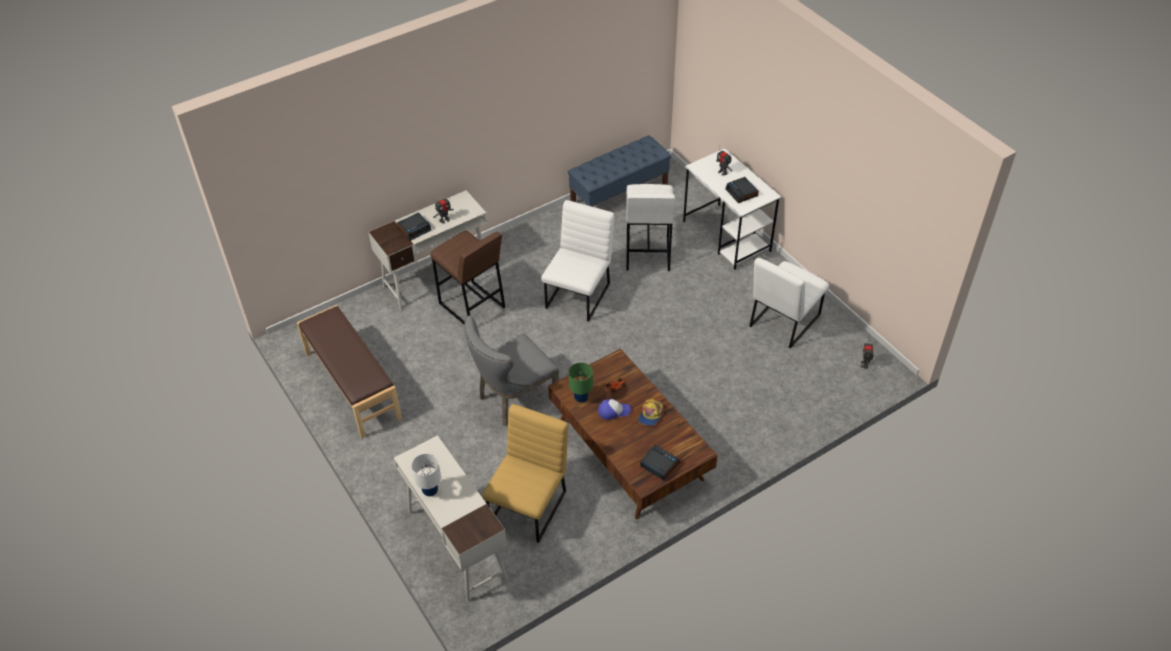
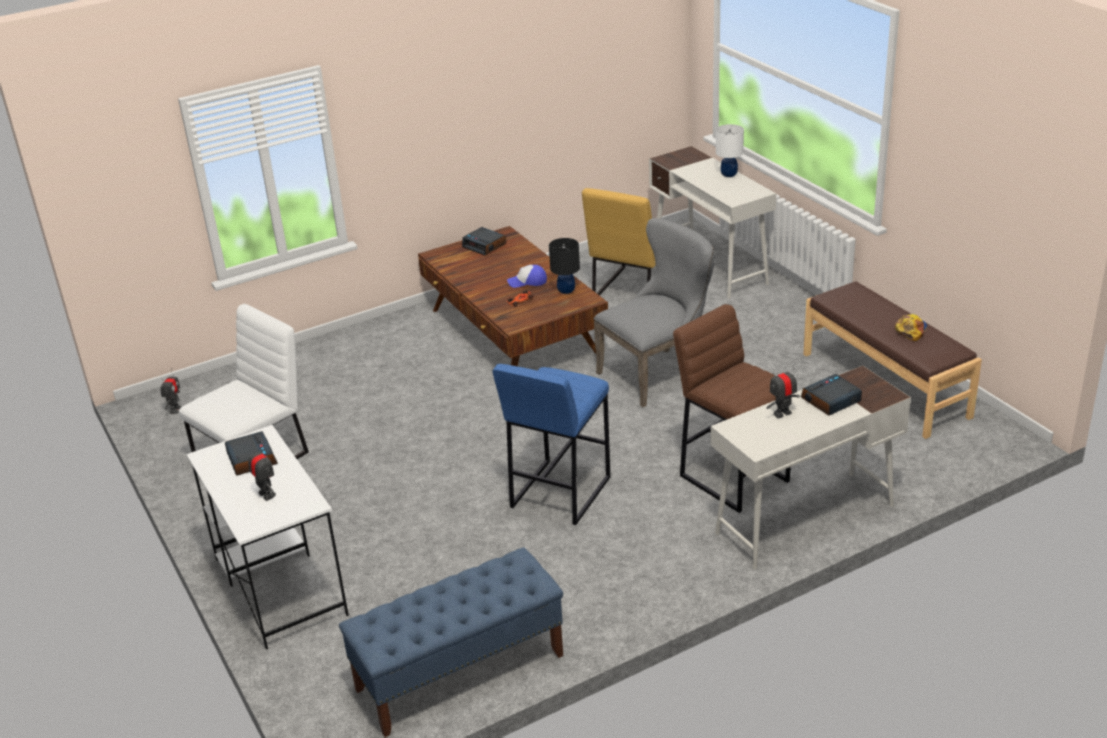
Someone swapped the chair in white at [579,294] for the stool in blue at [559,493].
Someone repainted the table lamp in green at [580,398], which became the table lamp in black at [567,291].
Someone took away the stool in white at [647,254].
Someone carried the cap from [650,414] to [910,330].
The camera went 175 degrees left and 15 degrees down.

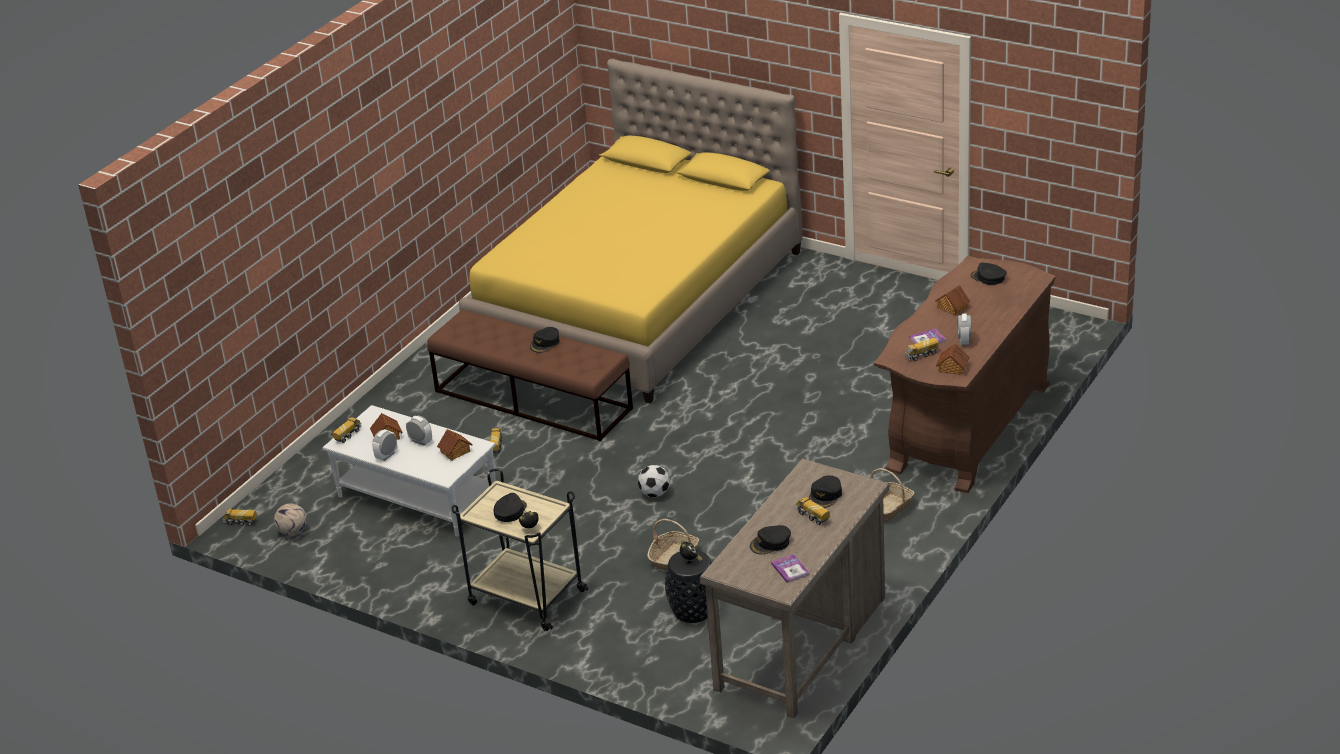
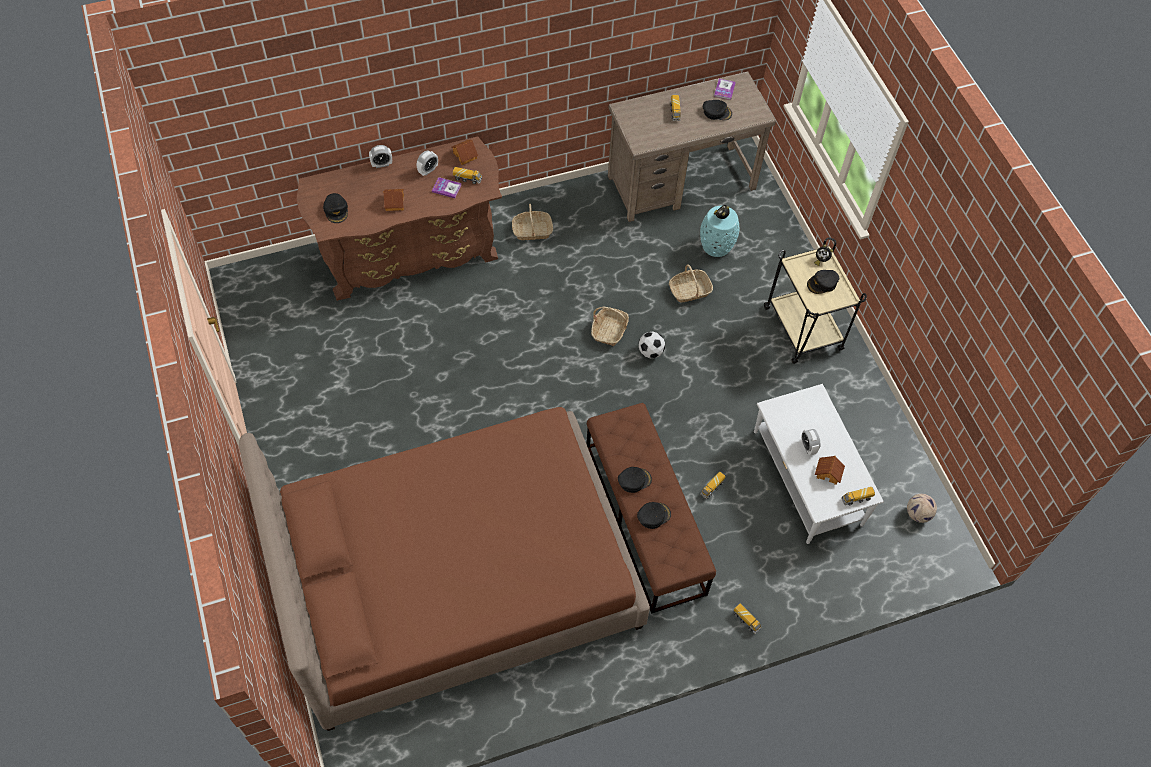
Someone carried the toy truck from [240,522] to [746,620].
Someone carried the alarm clock from [386,455] to [382,164].
Someone took away the toy house at [455,452].
Someone repainted the bed in yellow at [639,300], which became the bed in brown at [456,576].
Someone repainted the stool in black at [693,610], which became the stool in turquoise at [716,246].
Someone carried the cap in black from [825,495] to [653,515].
Someone put down the basket at [609,330].
The camera went 145 degrees left and 25 degrees up.

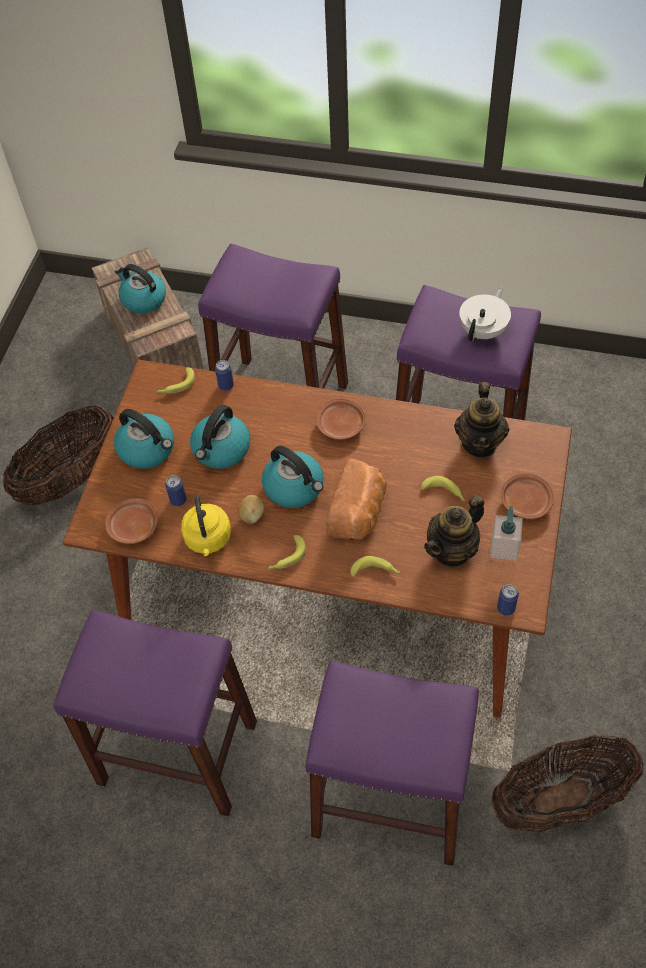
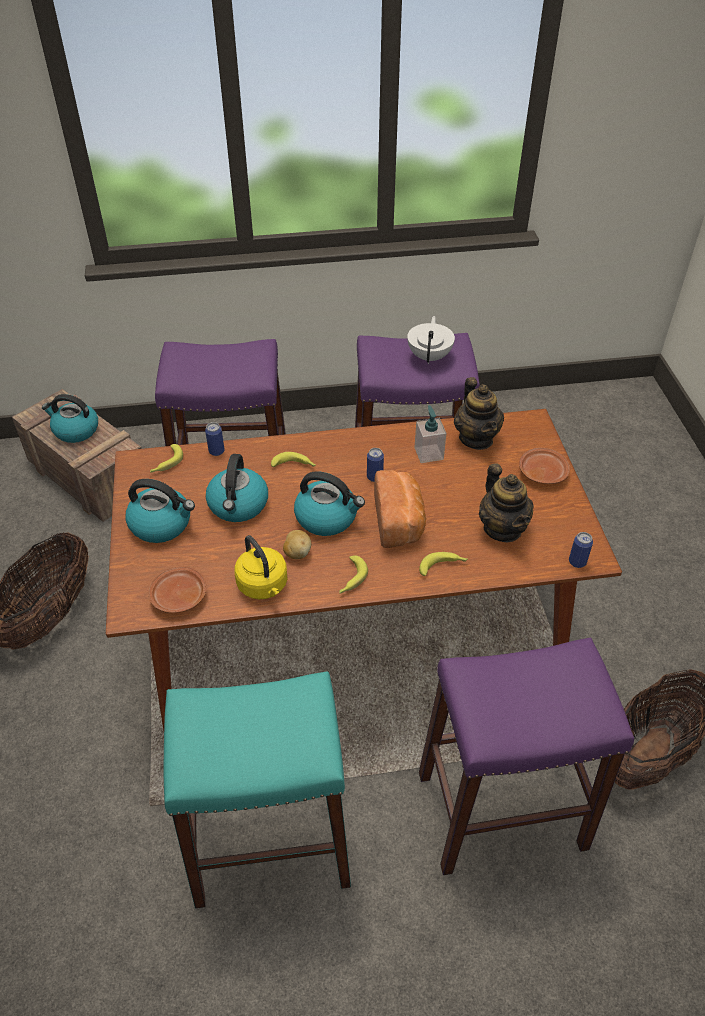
Someone repainted the stool in purple at [177,752], which became the stool in turquoise at [269,842].
Someone carried the can from [178,500] to [374,477].
Someone took away the plate in brown at [341,425].
Someone carried the banana from [444,493] to [294,465].
Someone rotated the teapot at [452,550] by 45 degrees counterclockwise.
Someone carried the soap dispenser from [504,547] to [428,453].
The camera went 25 degrees left and 10 degrees down.

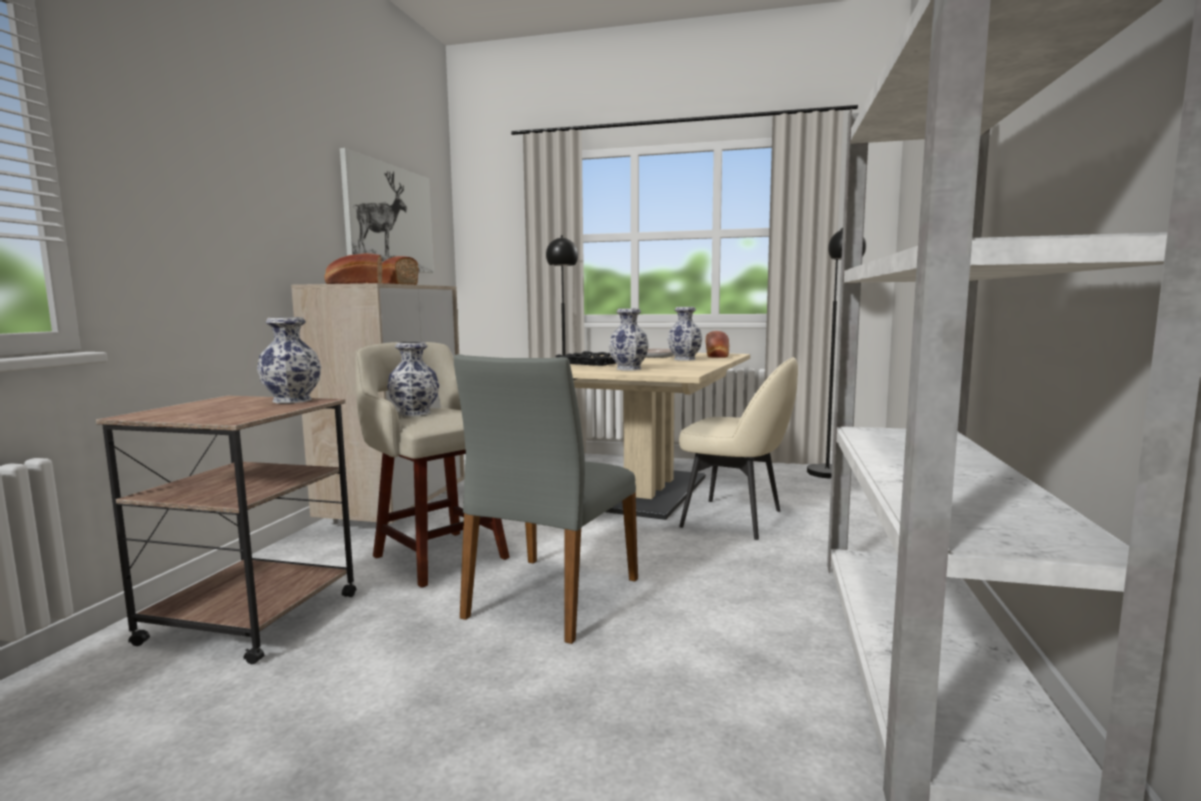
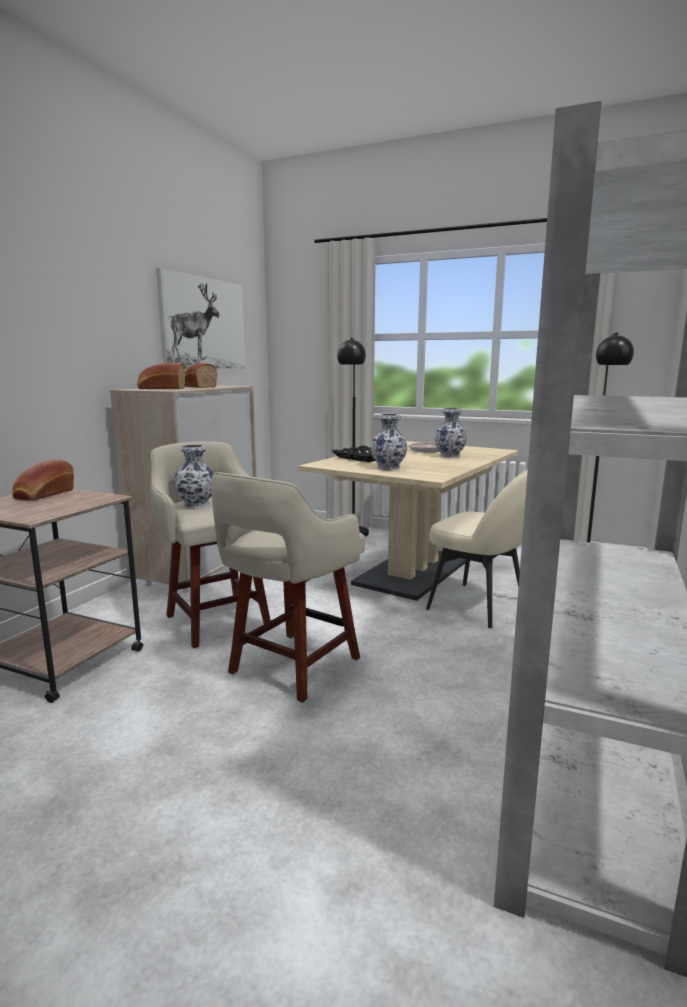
Someone took away the vase at [293,400].
Someone swapped the chair in grey at [550,597] for the stool in beige at [291,668].
Someone carried the bread from [717,356] to [43,495].
The camera went 10 degrees right and 5 degrees up.

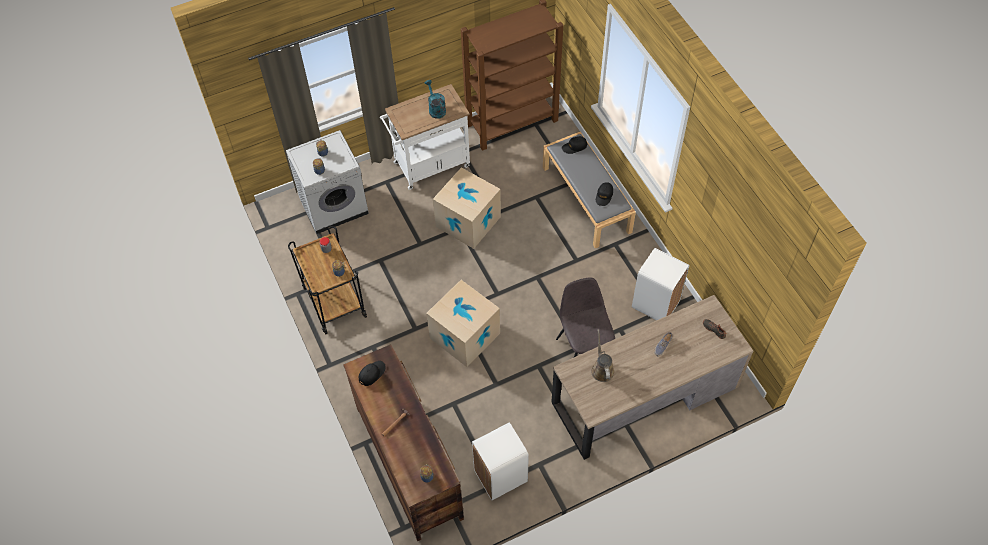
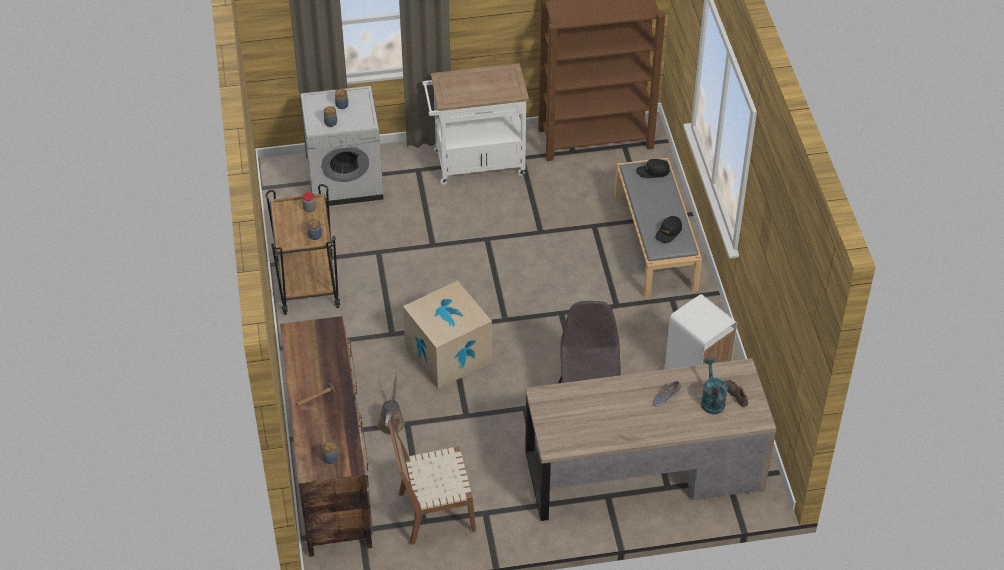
Someone took away the cap in black at [372,374].
Someone carried the watering can in turquoise from [435,109] to [711,399].
Someone took away the cardboard box at [468,221].
Someone swapped the trash can in white at [500,476] for the chair at [432,513].
Someone carried the watering can in brown from [602,369] to [391,421].
The camera went 15 degrees right and 10 degrees down.

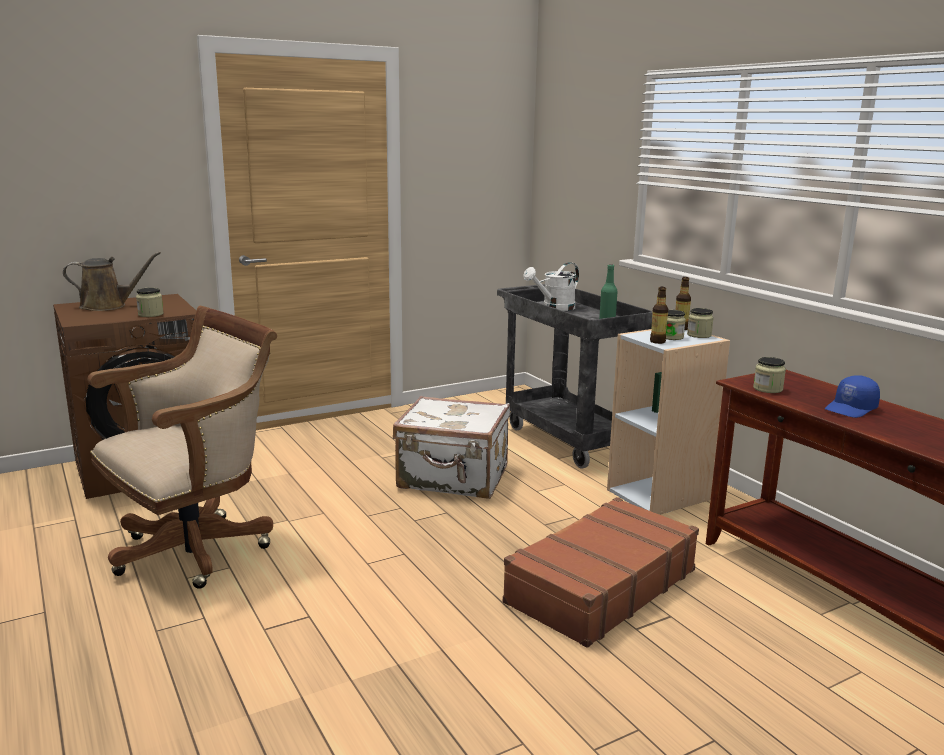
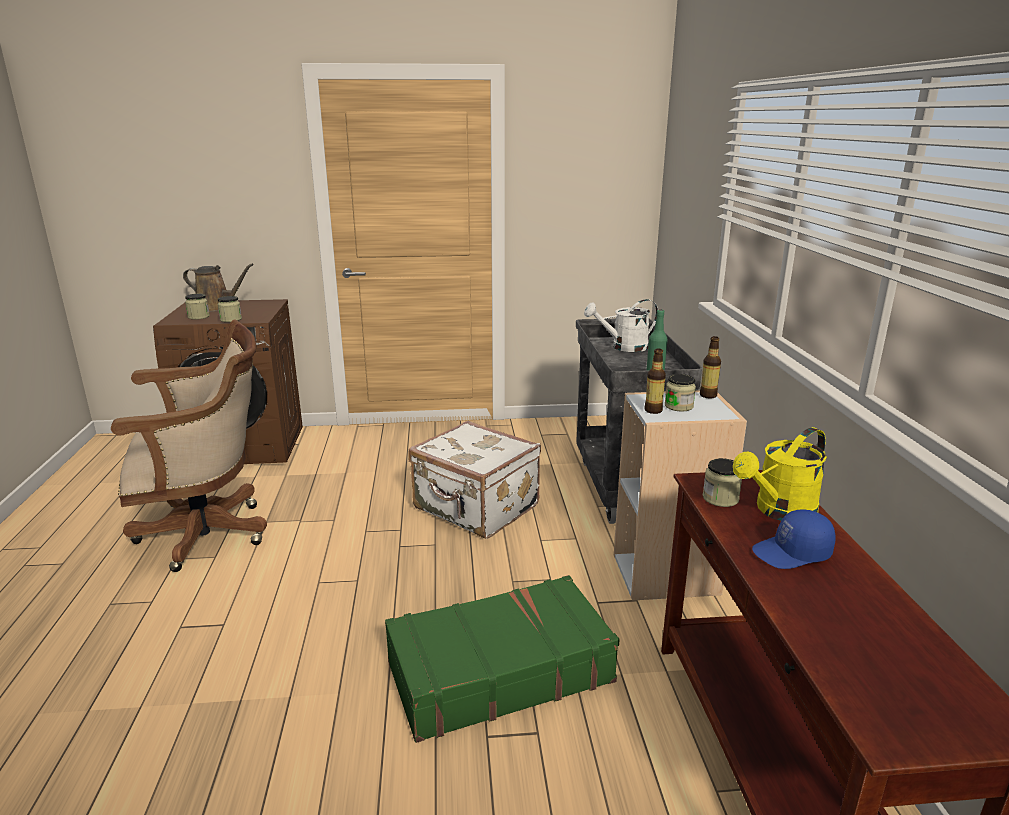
Someone repainted the suitcase in brown at [600,586], which became the suitcase in green at [498,671].
Someone carried the jar from [699,335] to [198,317].
Someone put down the watering can in yellow at [779,511].
The camera went 25 degrees right and 5 degrees up.

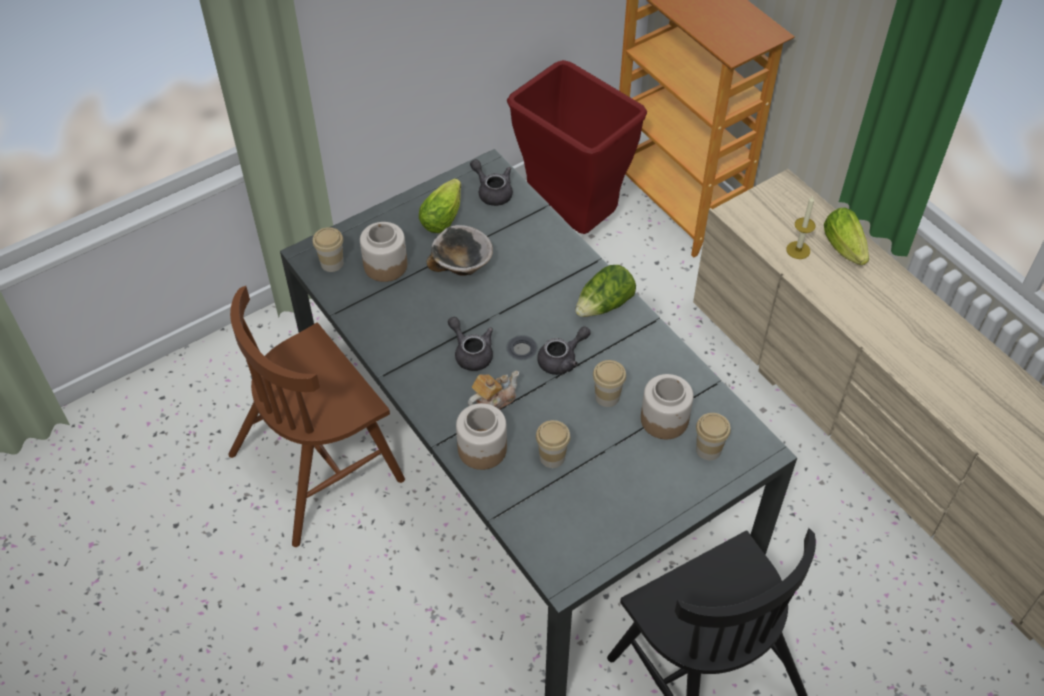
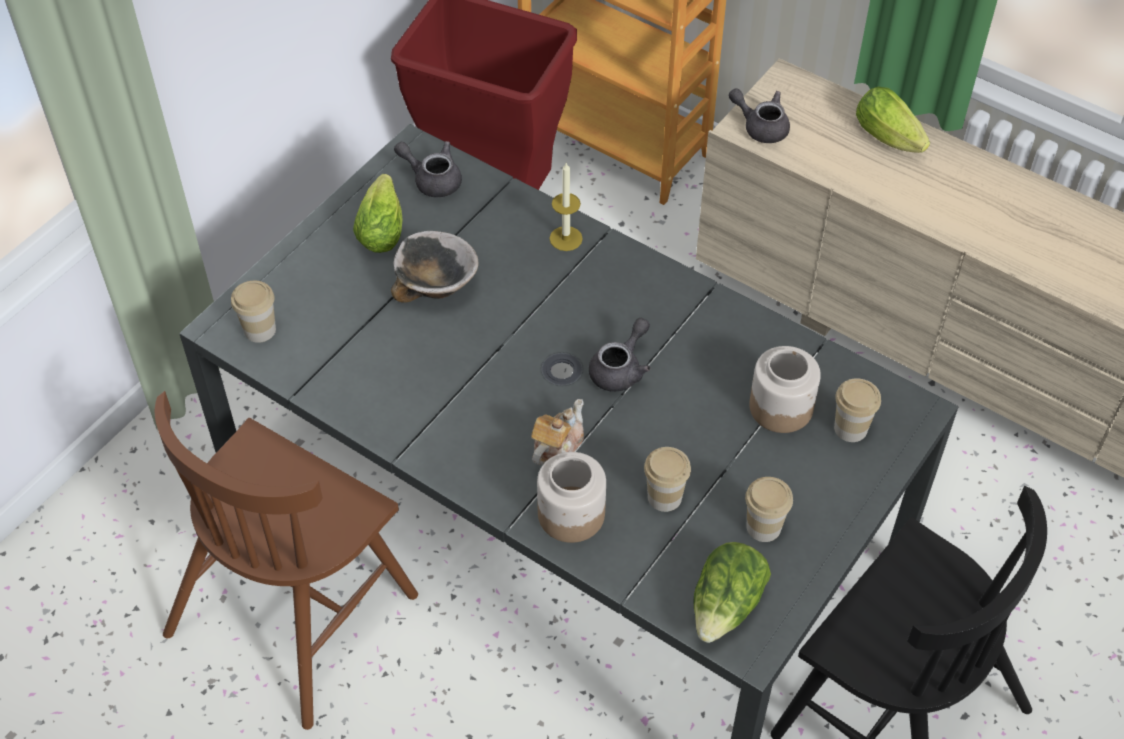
Someone took away the jar at [385,265].
Someone carried the teapot in grey from [471,353] to [760,127].
Someone carried the lettuce from [604,305] to [726,606].
Someone carried the cup from [607,396] to [763,527].
Someone carried the candle from [798,250] to [566,238].
The camera went 20 degrees left and 0 degrees up.

